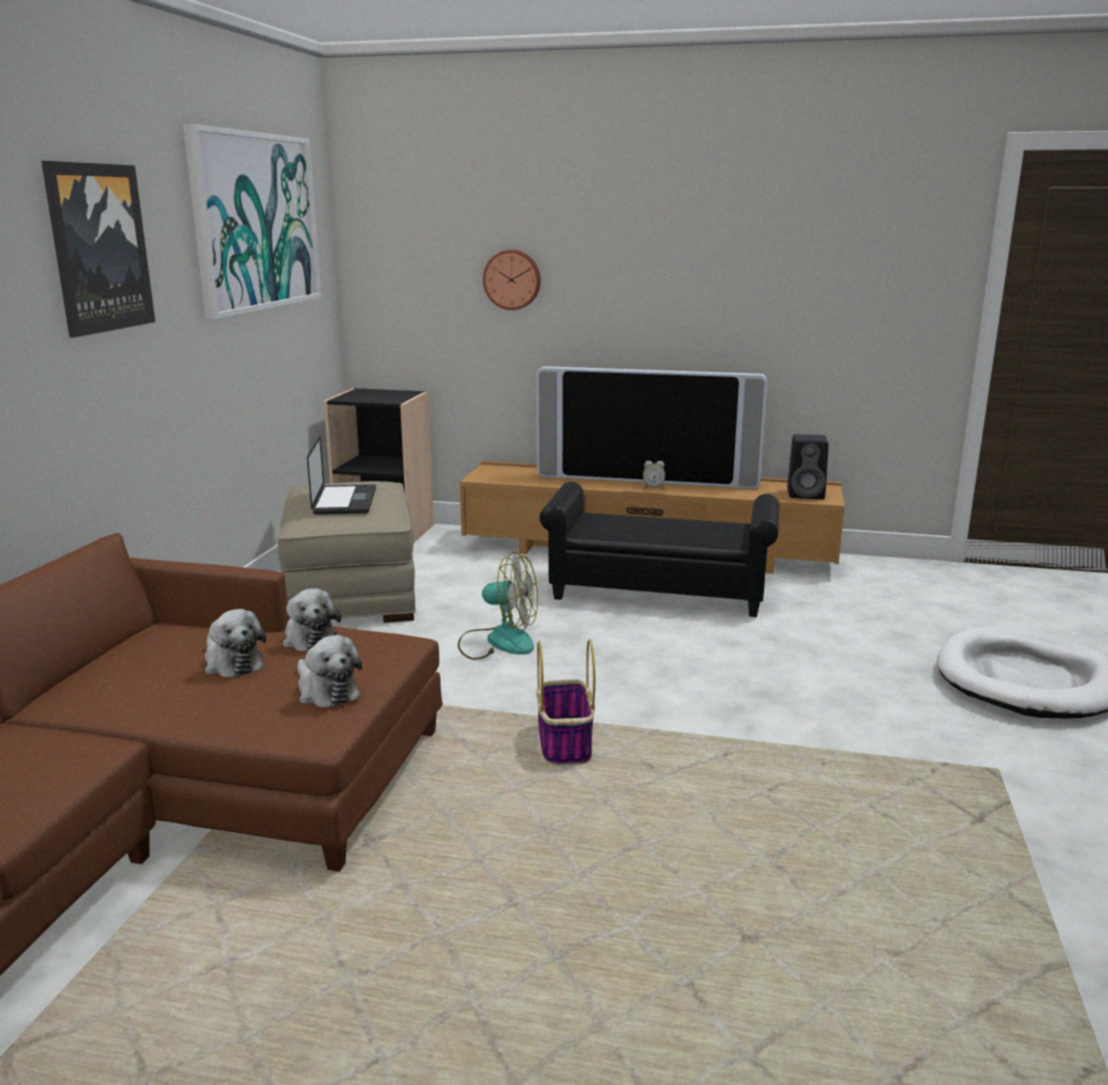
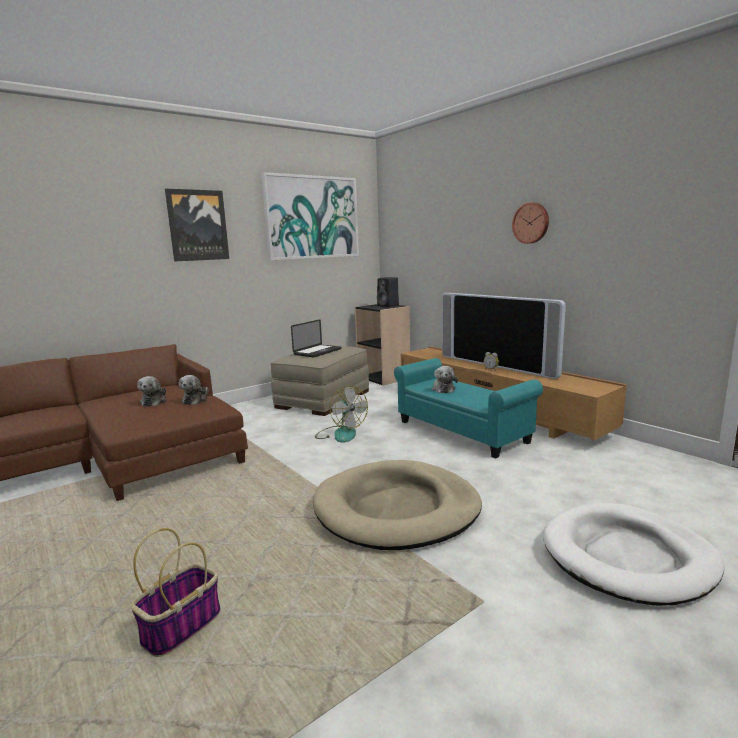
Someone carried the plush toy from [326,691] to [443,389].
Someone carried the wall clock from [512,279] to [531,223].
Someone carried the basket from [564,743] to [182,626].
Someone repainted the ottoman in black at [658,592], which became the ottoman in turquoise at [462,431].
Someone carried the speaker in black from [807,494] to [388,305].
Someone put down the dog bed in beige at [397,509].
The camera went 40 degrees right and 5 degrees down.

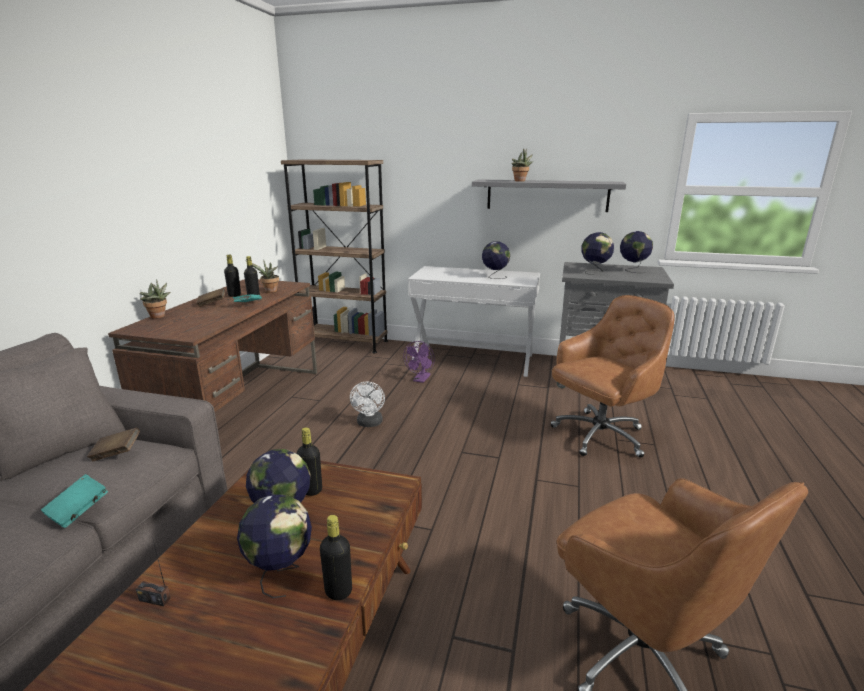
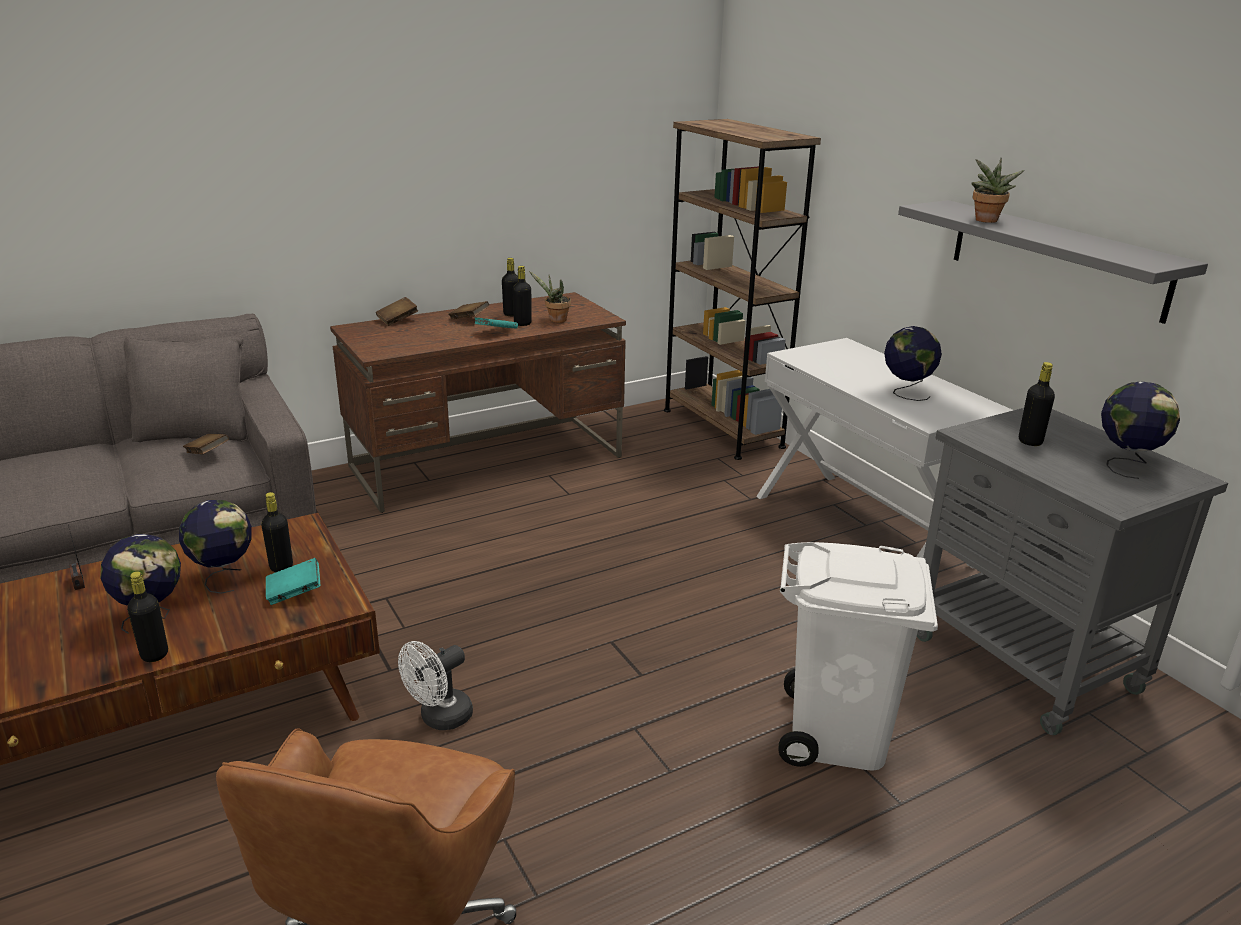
Someone carried the book in turquoise from [78,511] to [294,593].
Someone swapped the potted plant at [159,317] for the book in brown at [397,320].
Someone carried the fan in white from [369,424] to [439,719].
Someone took away the fan in purple at [420,380].
Someone swapped the office chair in brown at [600,435] for the trash can in white at [837,737].
Someone swapped the globe at [594,272] for the bottle in black at [1030,441].
The camera went 45 degrees right and 5 degrees up.

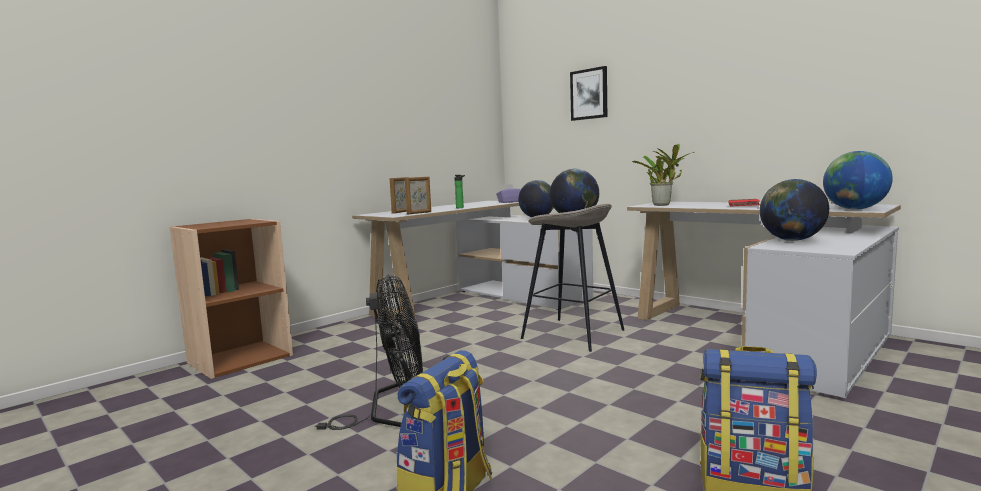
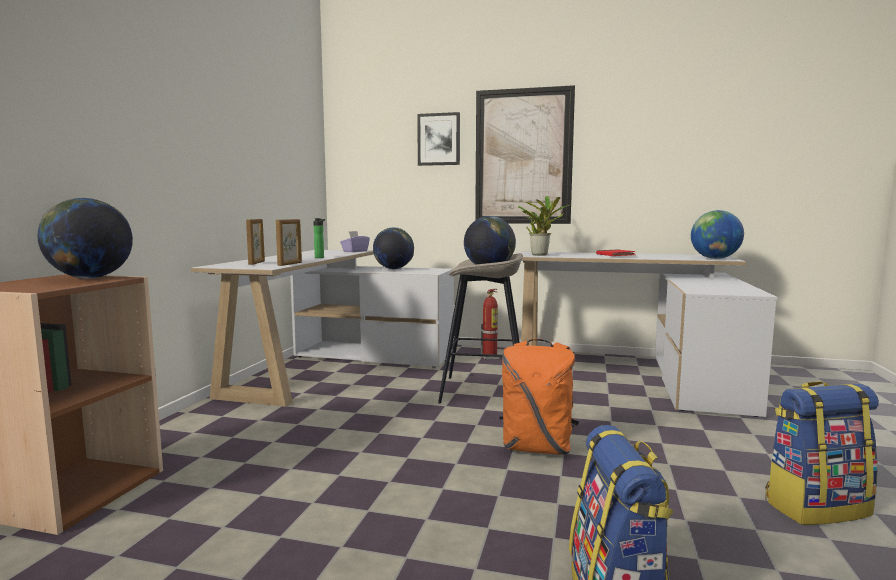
Someone took away the fan in black at [392,408].
Someone carried the globe from [792,240] to [90,278].
Someone put up the picture at [523,157].
Someone put down the fire extinguisher at [490,357].
Someone put down the backpack in orange at [537,448].
The camera went 30 degrees left and 0 degrees up.

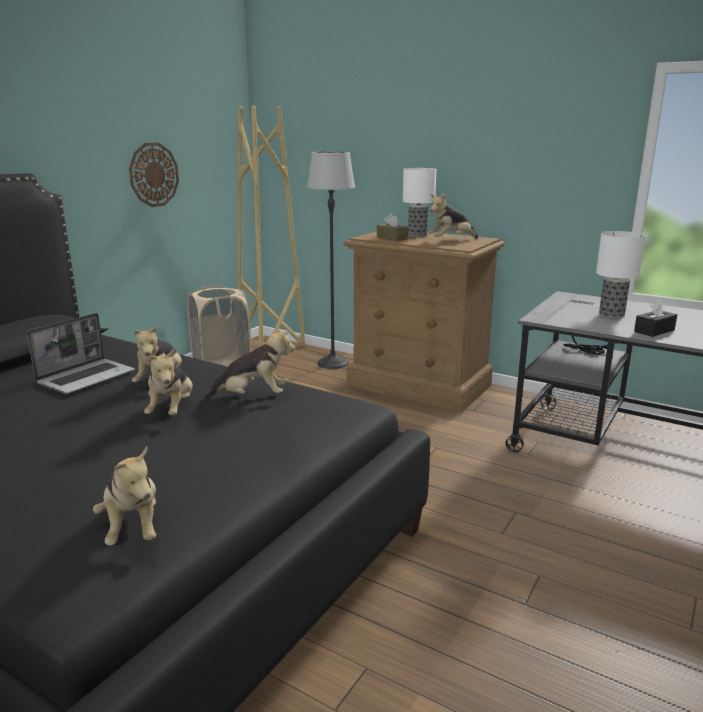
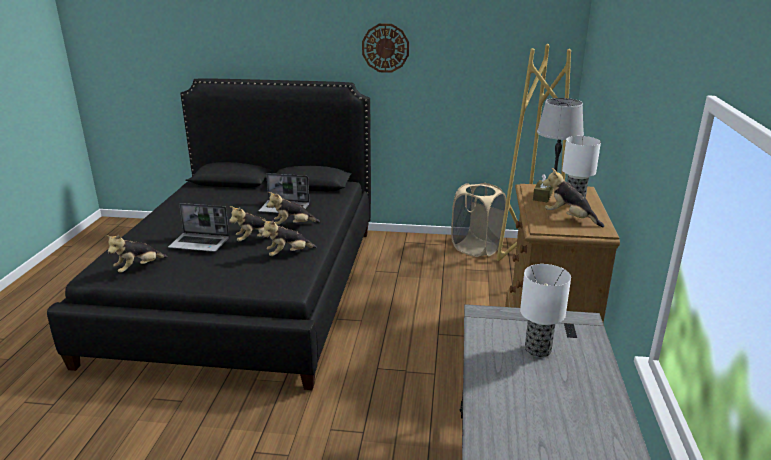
Someone carried the wall clock from [154,175] to [385,48].
Someone rotated the plush toy at [253,396] by 90 degrees clockwise.
Someone took away the tissue box in black at [654,331].
Someone put down the laptop at [200,243].
The camera went 65 degrees right and 5 degrees up.

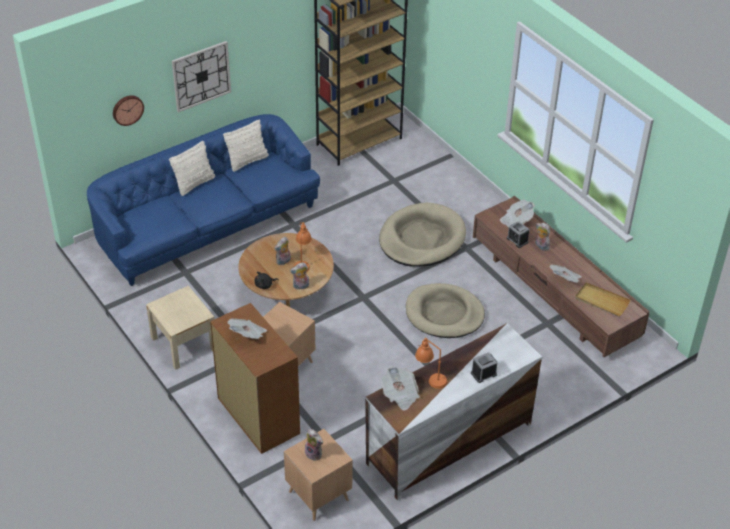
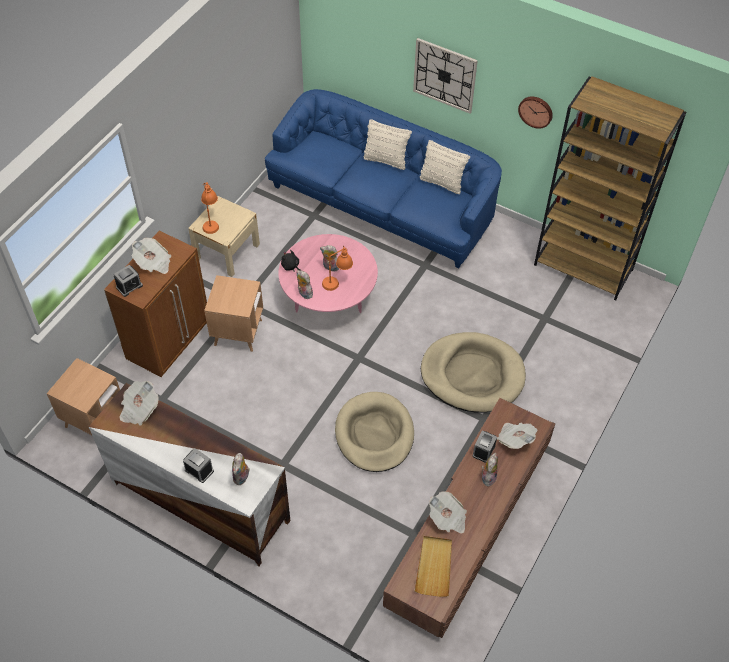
Someone carried the wall clock from [127,109] to [536,111].
Someone repainted the coffee table in brown at [287,294], which became the coffee table in pink at [329,298].
Someone carried the plush toy from [314,454] to [242,477].
Someone carried the table lamp in orange from [430,378] to [211,222].
Someone put down the alarm clock at [129,286].
The camera went 65 degrees right and 10 degrees up.

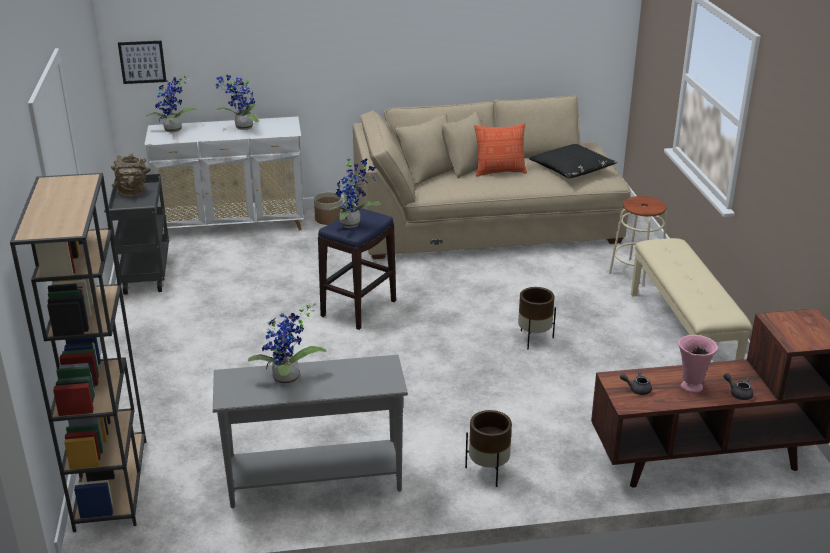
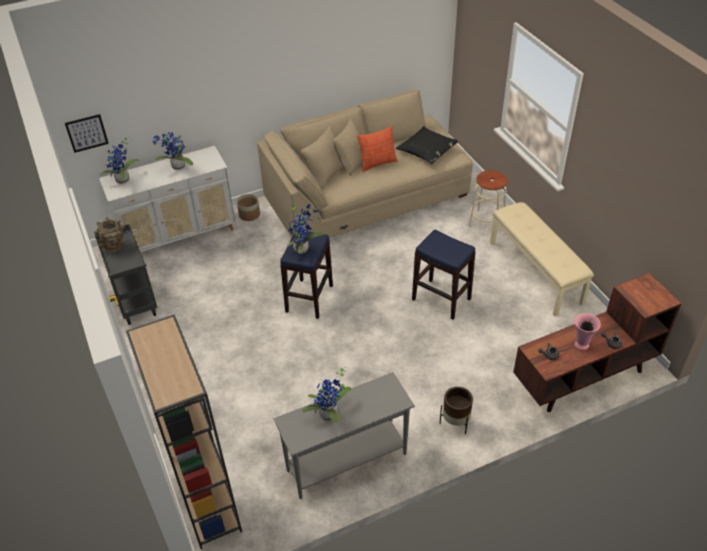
Someone swapped the planter in brown at [534,339] for the stool at [441,299].
The camera went 15 degrees left and 15 degrees up.

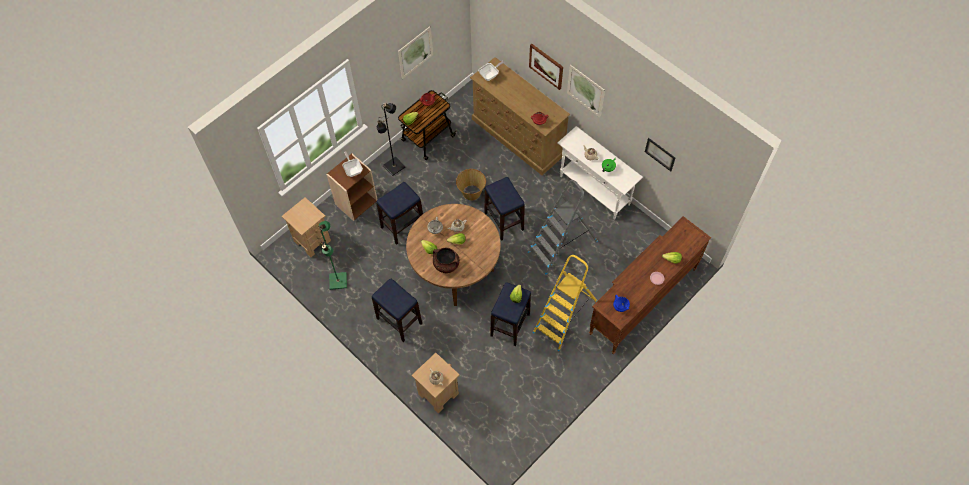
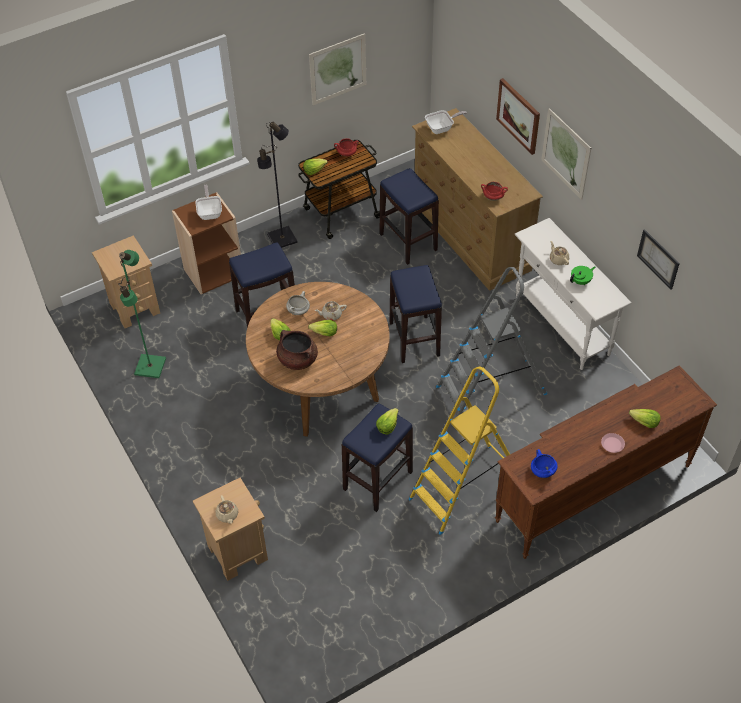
Someone carried the stool from [399,321] to [408,242].
Someone took away the basket at [471,192].
The camera went 15 degrees right and 10 degrees down.

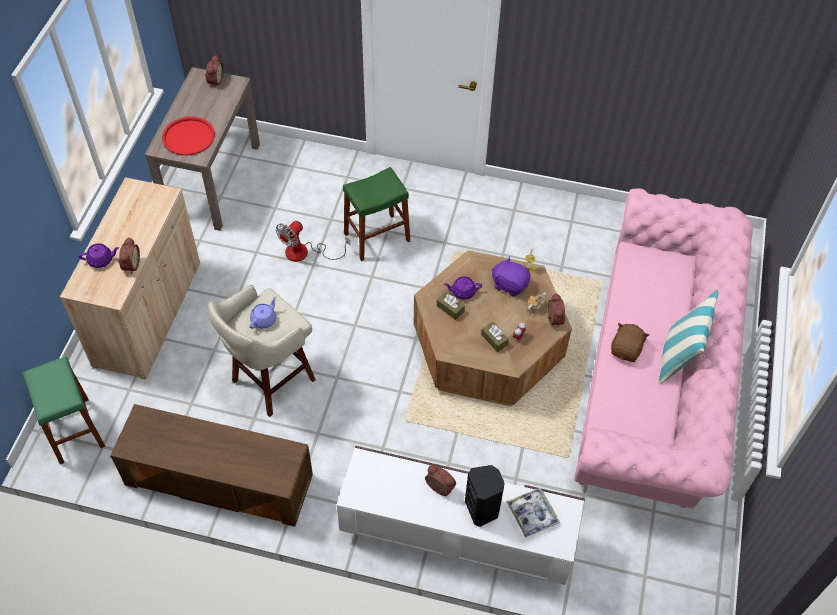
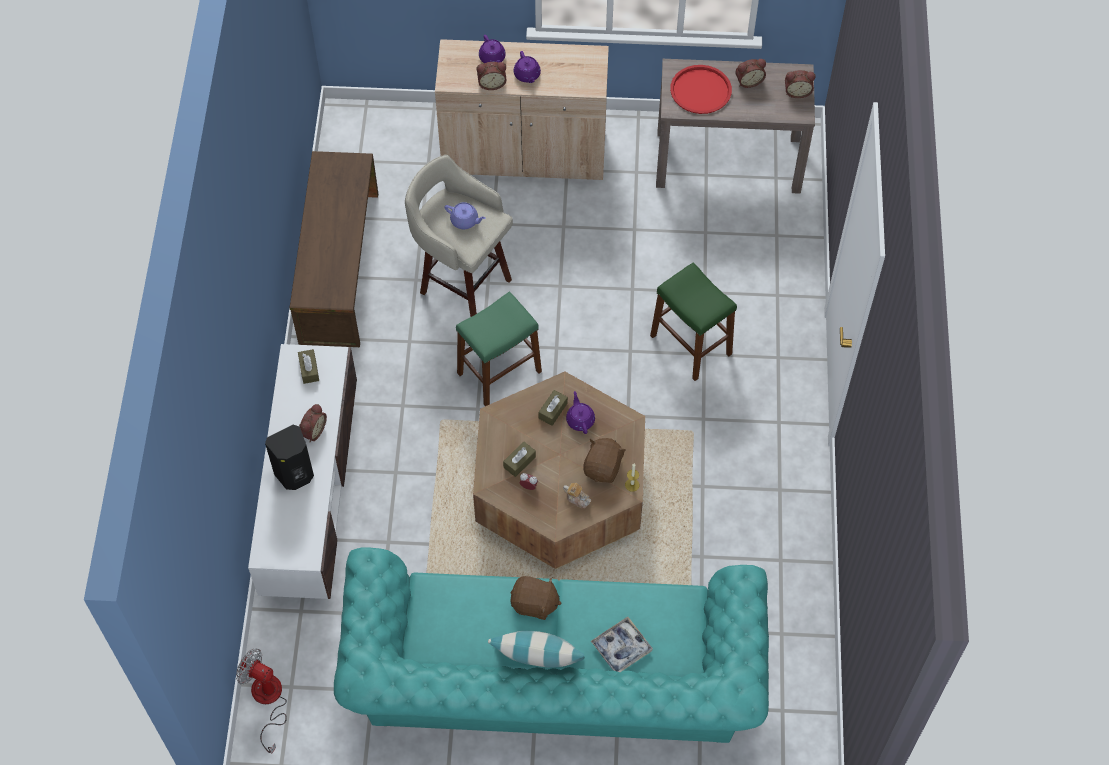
Someone carried the stool in green from [74,430] to [499,372].
Someone carried the fan from [305,253] to [267,701].
Someone repainted the plush toy in purple at [509,284], which became the plush toy in brown at [603,467].
Someone carried the tray from [532,514] to [621,648].
Someone carried the alarm clock from [553,319] to [748,81].
Someone repainted the sofa in pink at [655,379], which became the sofa in turquoise at [553,681].
Someone put down the tissue box in brown at [309,369].
Someone put down the teapot in purple at [527,75].
The camera went 80 degrees right and 5 degrees up.

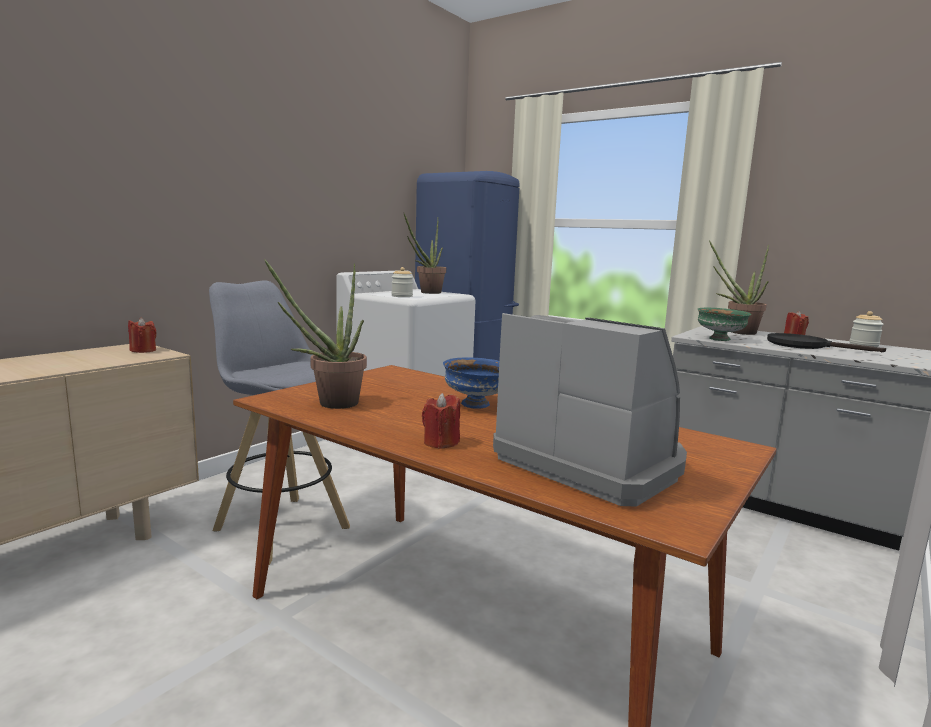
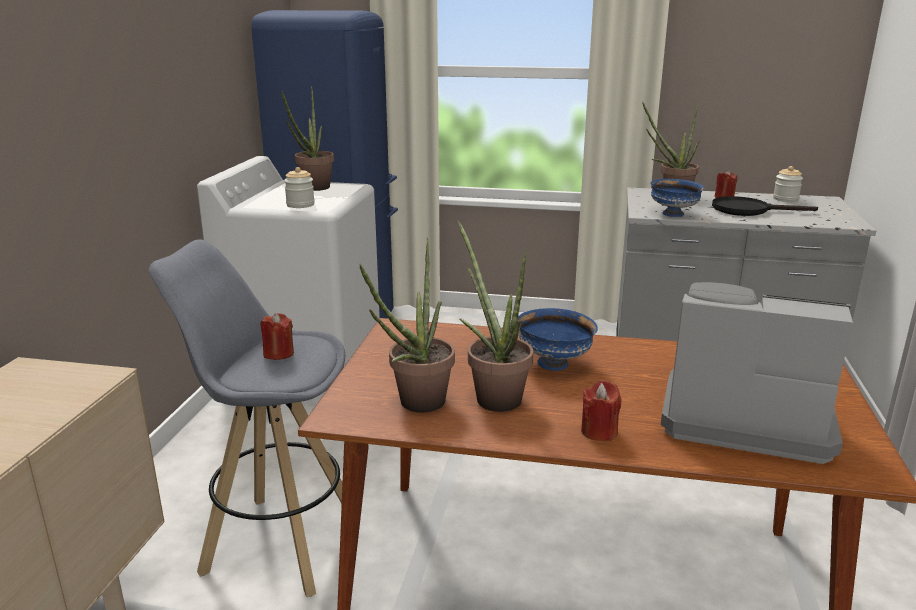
Someone carried the candle in red from [143,350] to [278,353].
Someone repainted the bowl in green at [720,339], which became the bowl in blue at [674,214].
Someone put down the potted plant at [493,396].
The camera went 25 degrees left and 10 degrees up.

